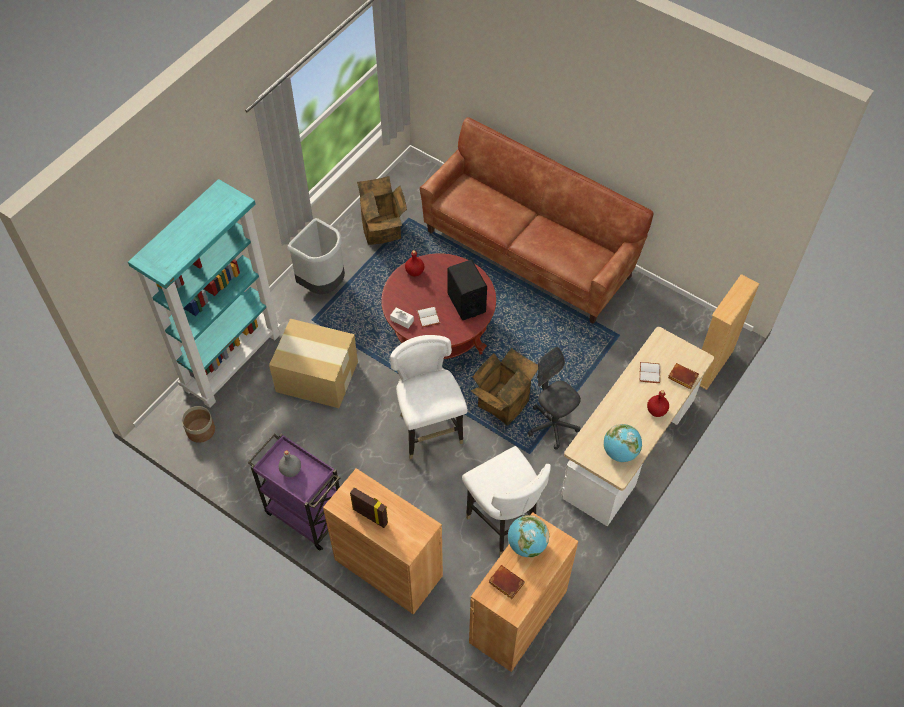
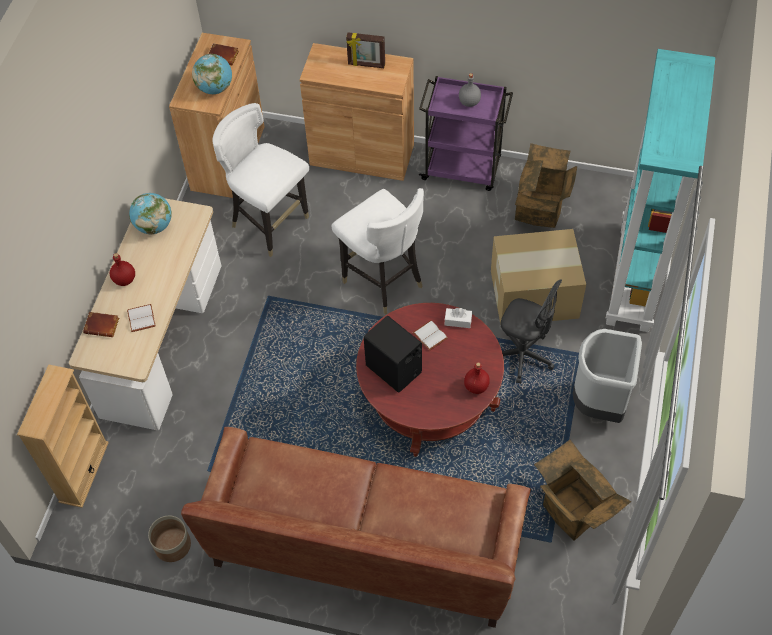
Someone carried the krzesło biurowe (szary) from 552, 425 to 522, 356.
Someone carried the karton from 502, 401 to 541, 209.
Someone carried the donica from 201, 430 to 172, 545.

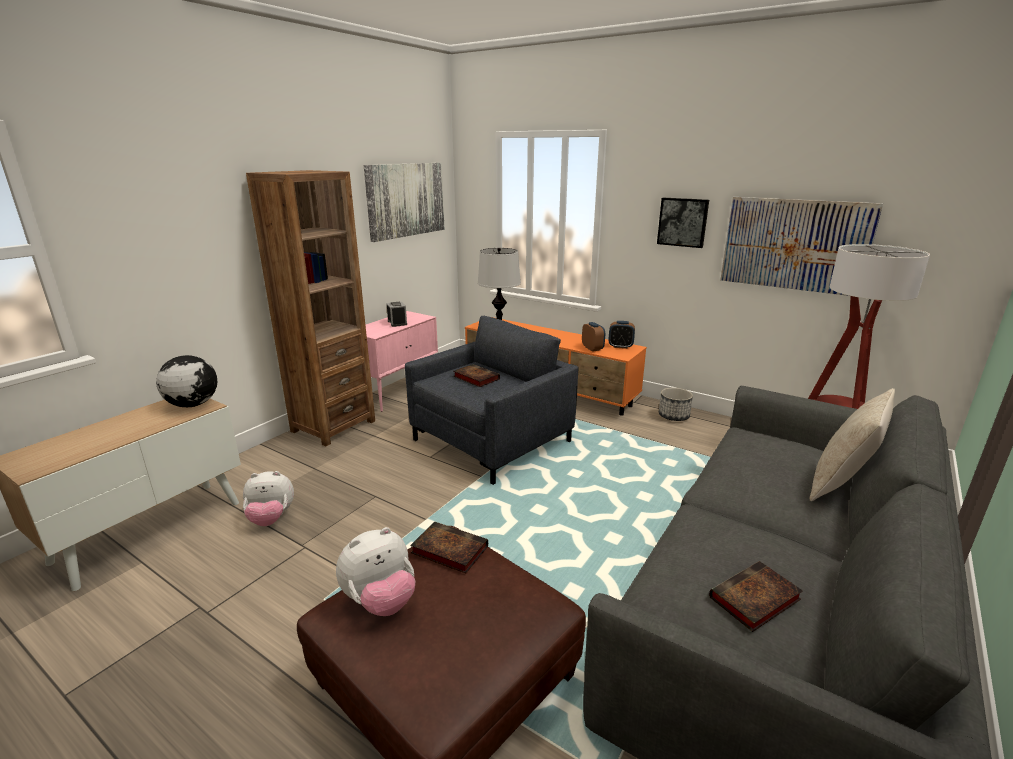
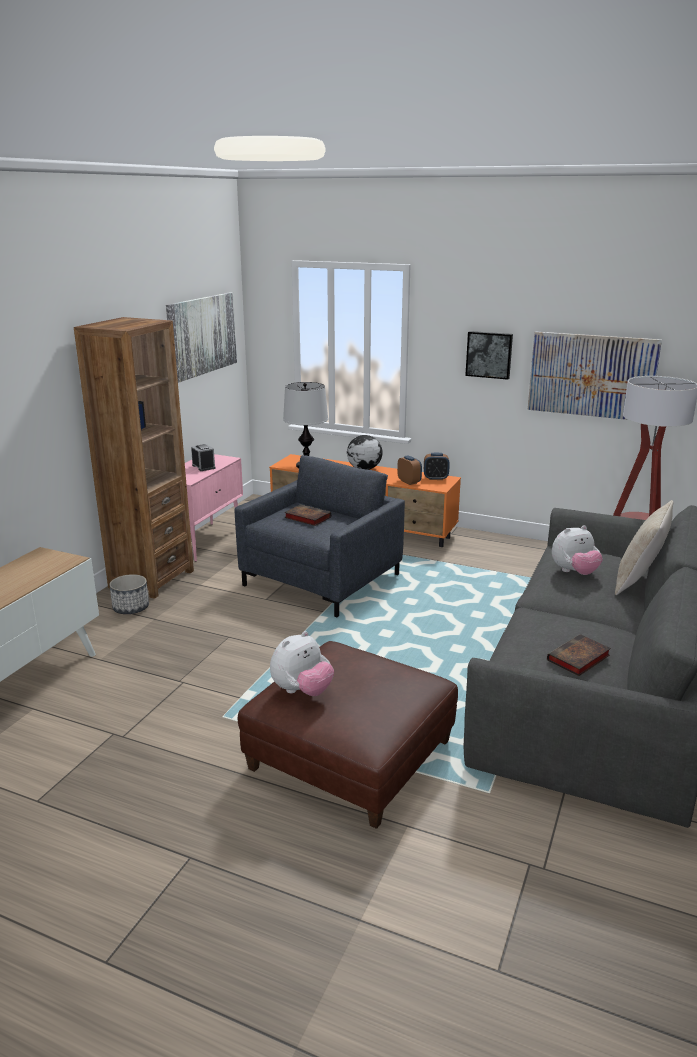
Someone carried the globus from 192, 404 to 364, 469.
Someone carried the donica from 673, 416 to 131, 608.
Someone carried the pluszak from 271, 519 to 574, 572.
Someone took away the książka at 447, 550.

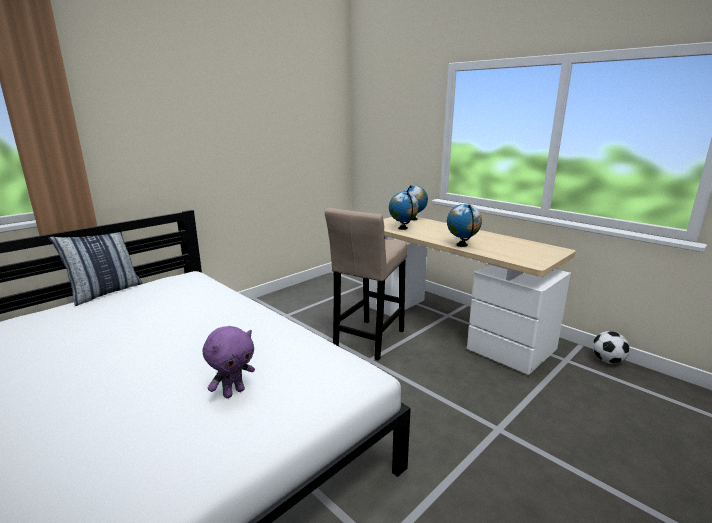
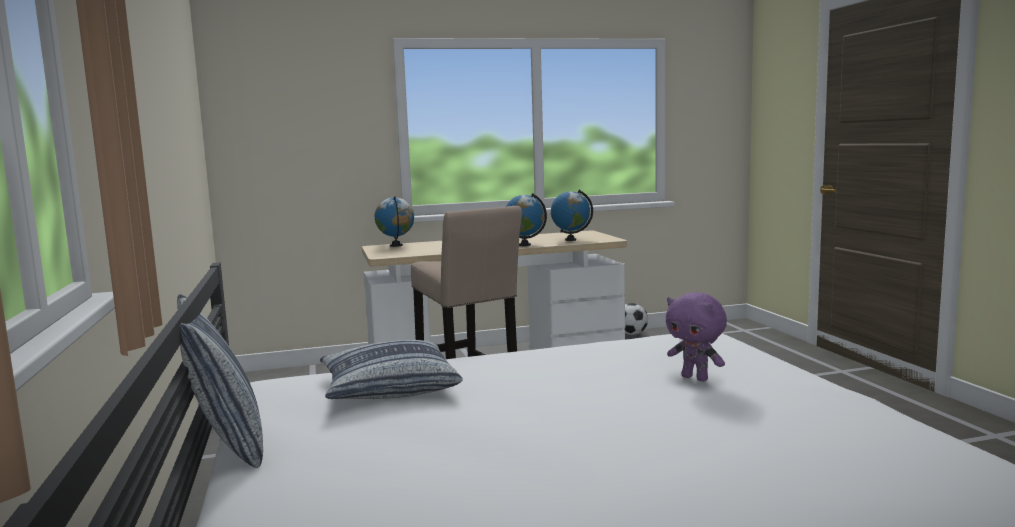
Someone carried the globus from 403, 228 to 570, 240.
Someone rotated the pluszak (fioletowy) at 233, 392 by 150 degrees clockwise.
Someone put down the poduszka at 388, 387.

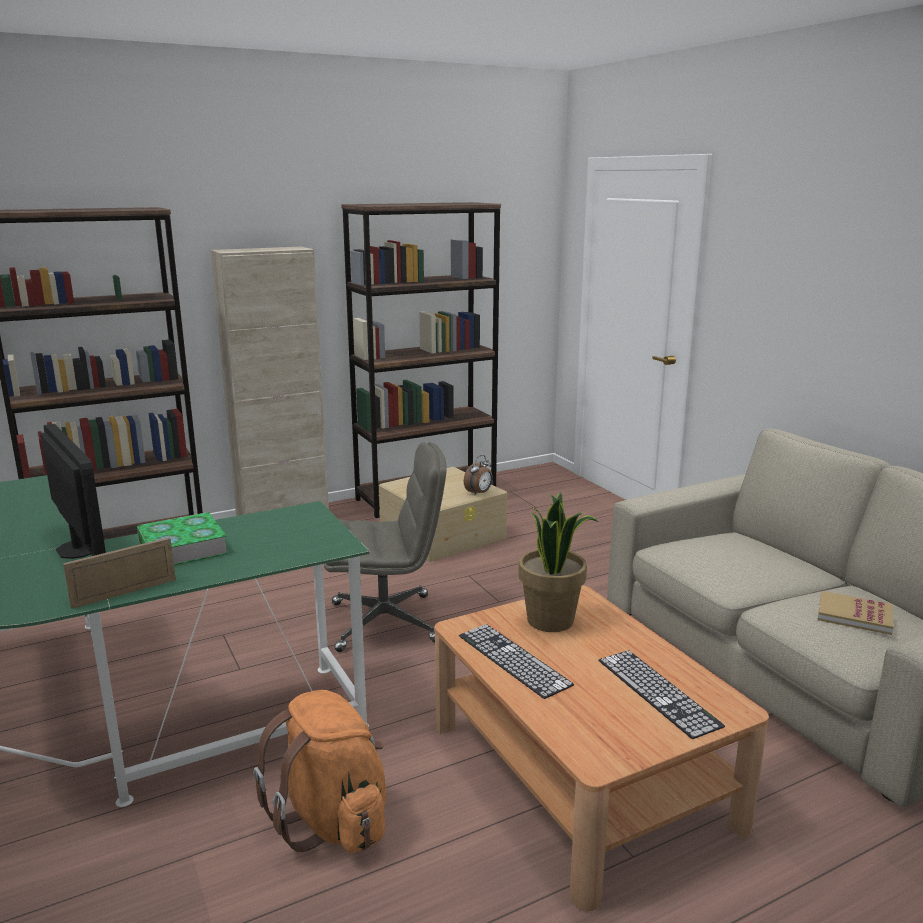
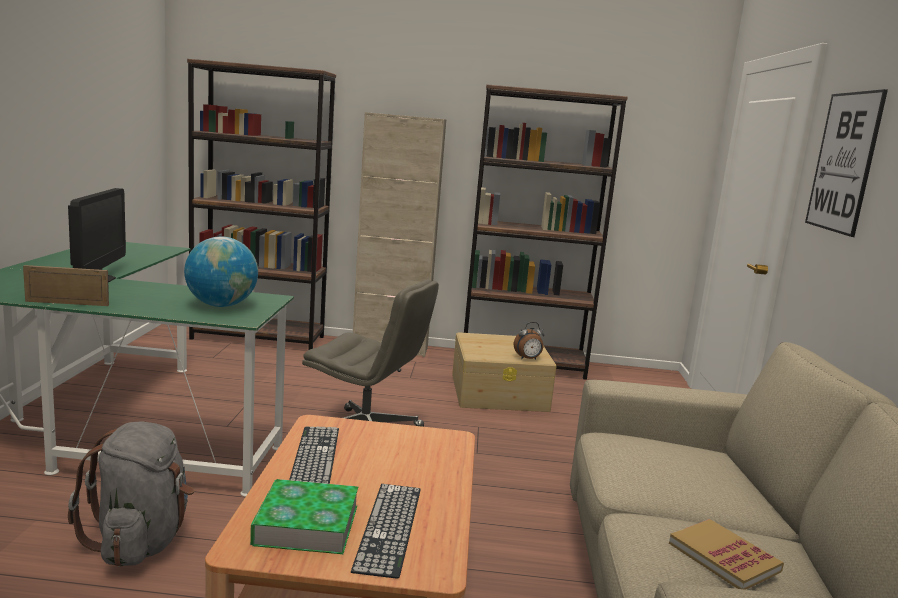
Someone took away the roślina doniczkowa at 551, 620.
Someone carried the książka from 182, 548 to 306, 525.
Someone repainted the plecak (pomarańczowy) at 332, 820, which became the plecak (szary) at 140, 541.
Someone put up the obraz at 844, 162.
Someone put down the globus at 221, 305.

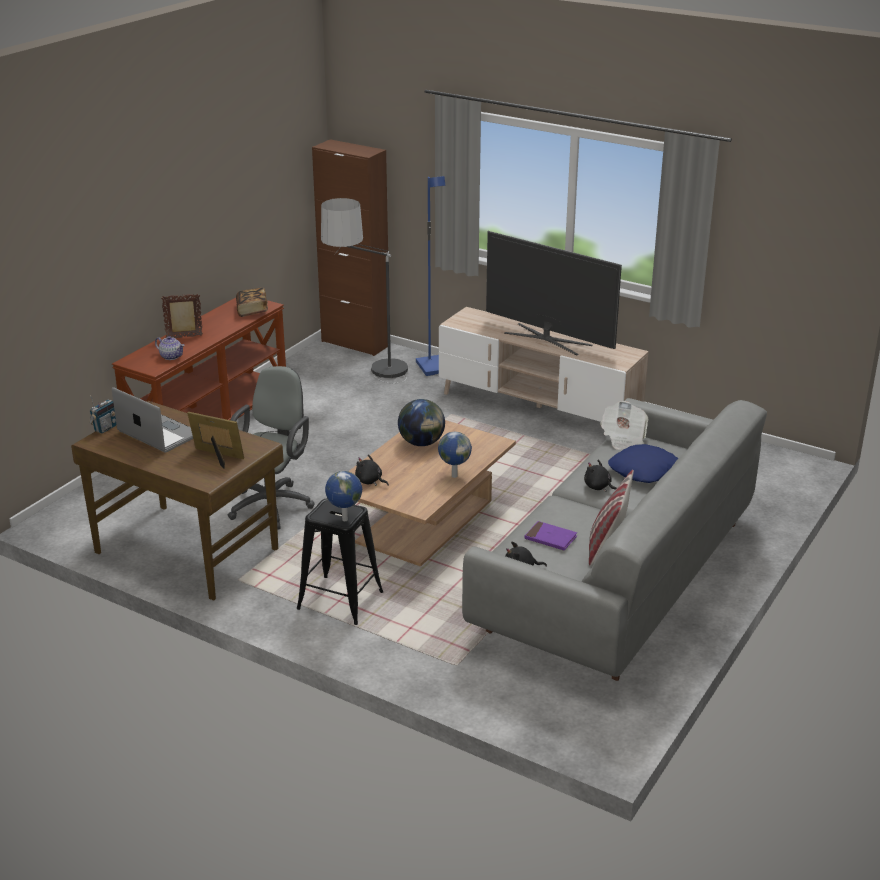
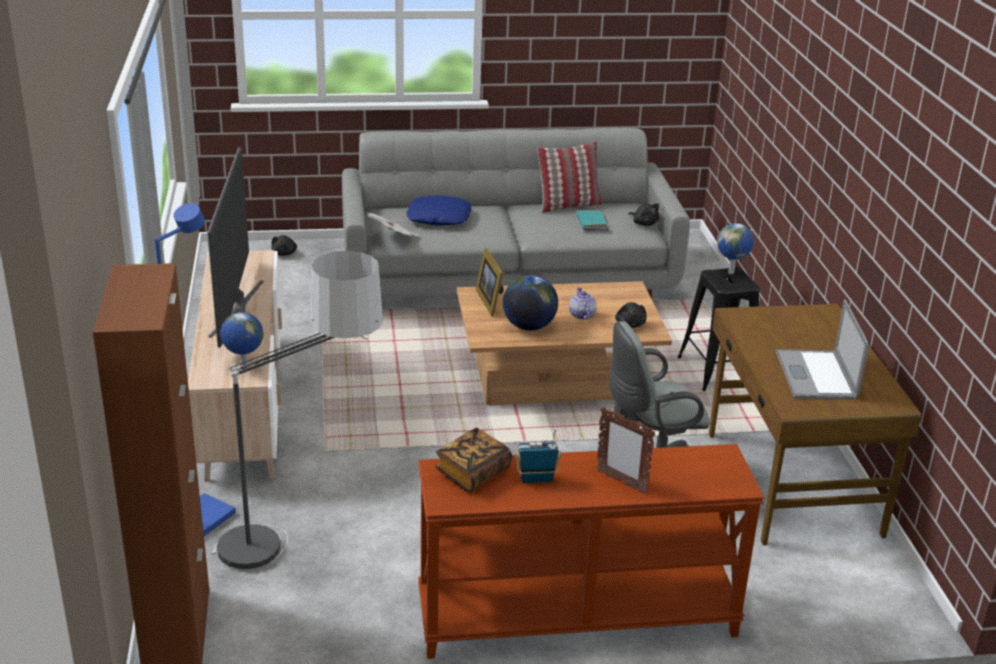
Someone carried the imbryk from 171, 356 to 581, 315.
Someone carried the radio from 105, 428 to 536, 479.
Someone carried the ramka na zdjęcie from 217, 457 to 491, 301.
Someone carried the globus from 454, 476 to 244, 368.
Someone carried the pluszak (czarny) from 598, 487 to 284, 253.
Someone repainted the książka (fioletowy) at 550, 538, which became the książka (turkusowy) at 592, 223.

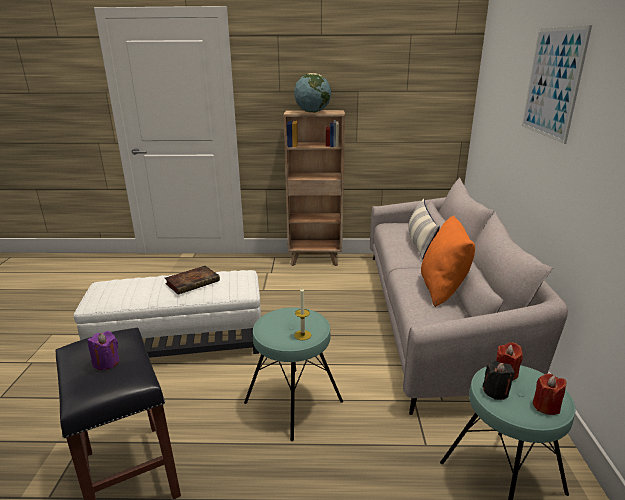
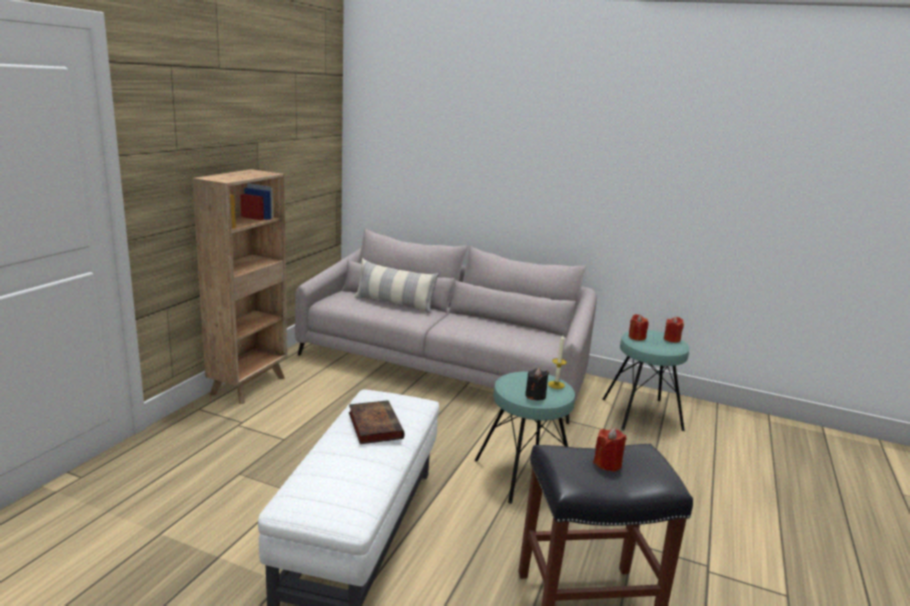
Someone took away the obraz at 552, 83.
Someone took away the globus at 312, 112.
Someone took away the poduszka (pomarańczowy) at 442, 289.
Someone repainted the świeca (fioletowy) at 106, 362, which became the świeca (czerwony) at 607, 464.
Someone carried the świeca (czarny) from 495, 391 to 535, 396.

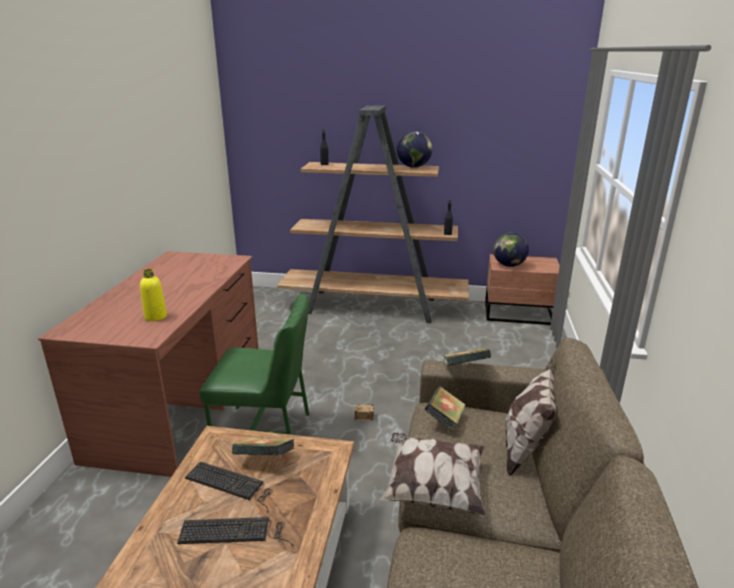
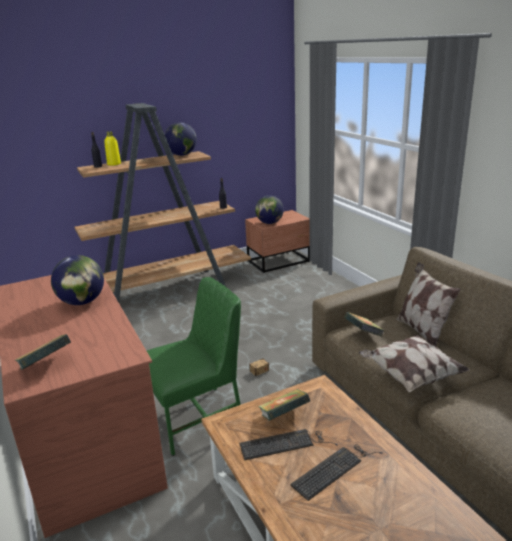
Someone carried the butelka (żółty) from 155, 316 to 114, 164.
Someone carried the książka from 465, 369 to 46, 365.
Someone put down the globus at 82, 302.

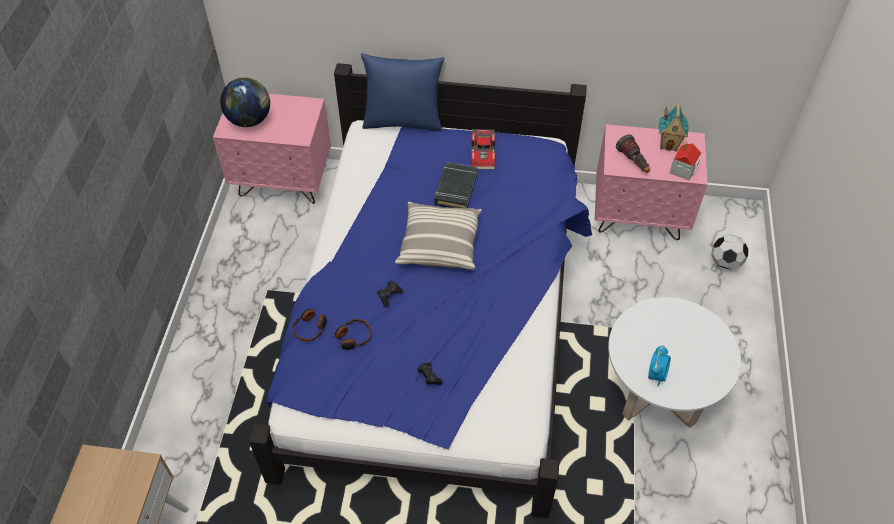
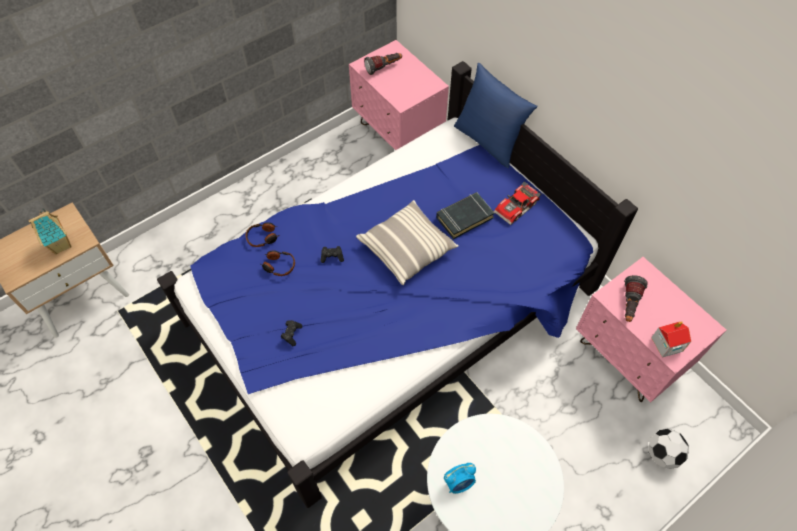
Someone swapped the globus at 250, 120 for the latarka at 384, 68.
Someone carried the domek from 668, 144 to 61, 245.

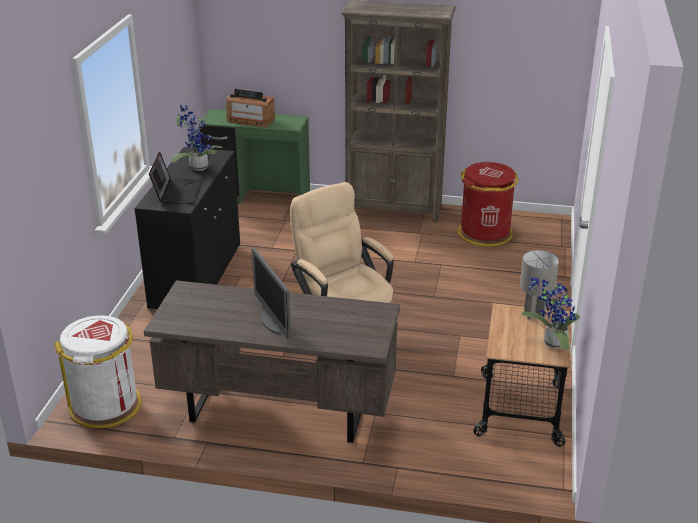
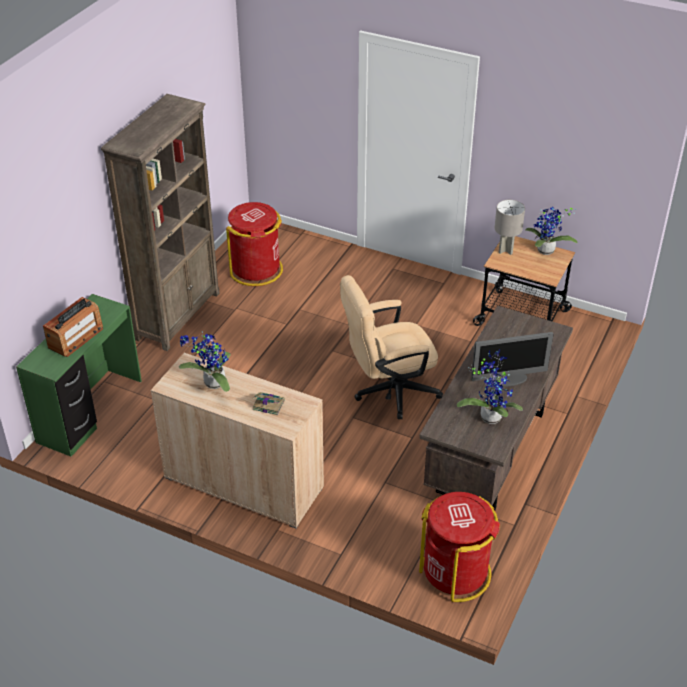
Someone repainted the szafka (czarny) at 196, 276, which became the szafka (beżowy) at 243, 483.
Someone swapped the laptop at 177, 192 for the książka at 268, 405.
Someone repainted the kosz na śmieci (biały) at 106, 405, which became the kosz na śmieci (czerwony) at 456, 572.
Someone put down the roślina doniczkowa at 490, 415.

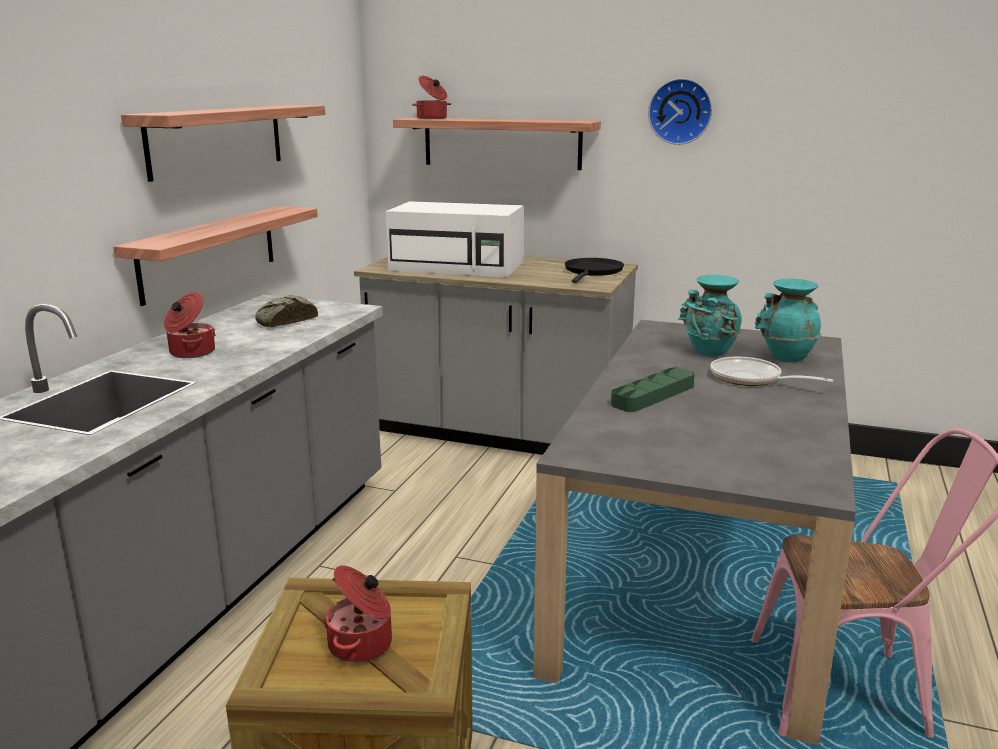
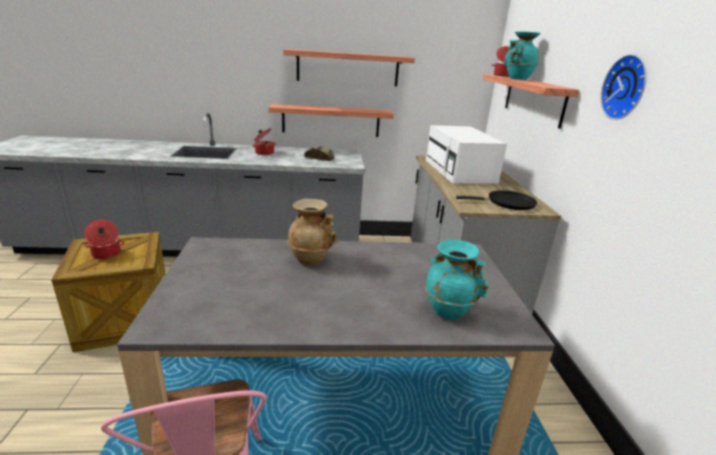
Someone carried the wazon (turkusowy) from 709, 353 to 516, 79.
Someone took away the patelnia at 751, 379.
Someone swapped the taca (zielony) at 653, 395 for the wazon (beżowy) at 311, 259.

